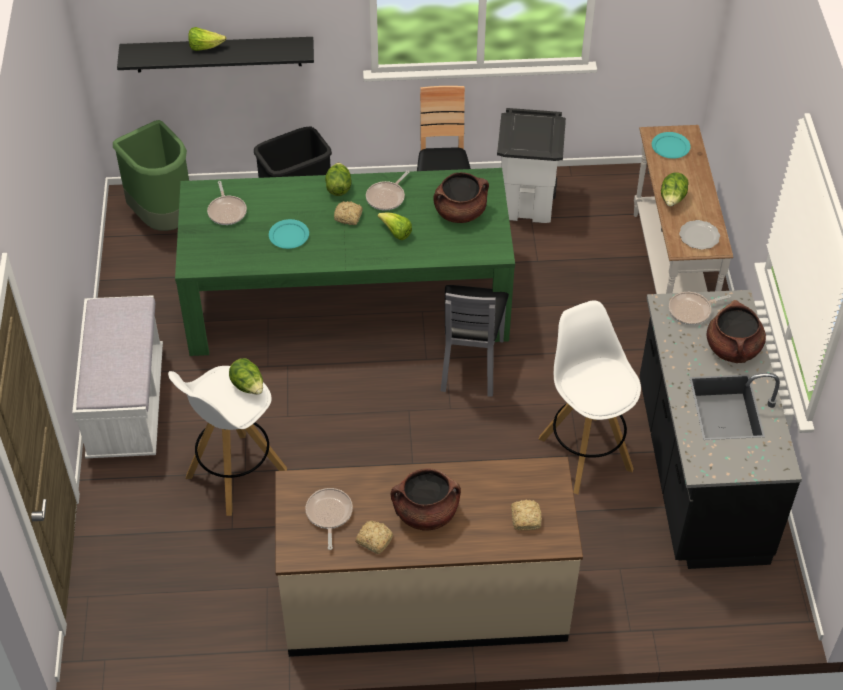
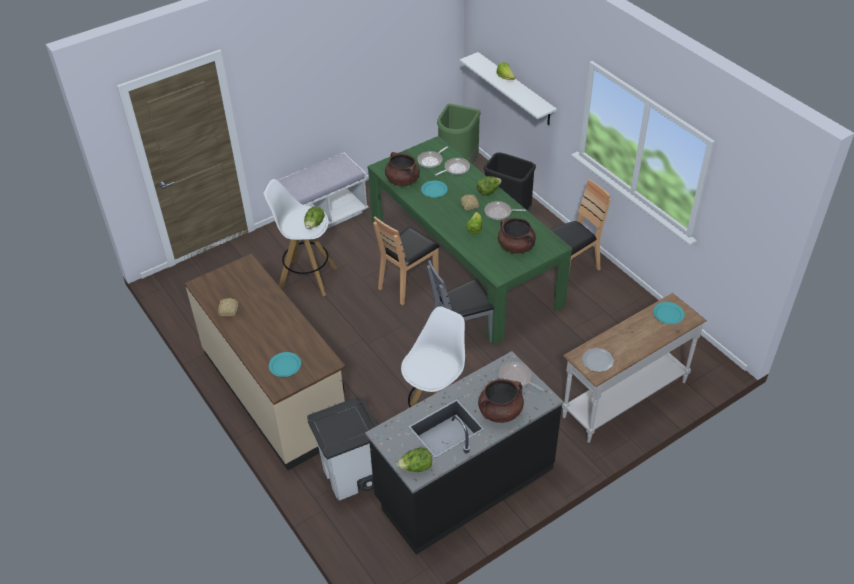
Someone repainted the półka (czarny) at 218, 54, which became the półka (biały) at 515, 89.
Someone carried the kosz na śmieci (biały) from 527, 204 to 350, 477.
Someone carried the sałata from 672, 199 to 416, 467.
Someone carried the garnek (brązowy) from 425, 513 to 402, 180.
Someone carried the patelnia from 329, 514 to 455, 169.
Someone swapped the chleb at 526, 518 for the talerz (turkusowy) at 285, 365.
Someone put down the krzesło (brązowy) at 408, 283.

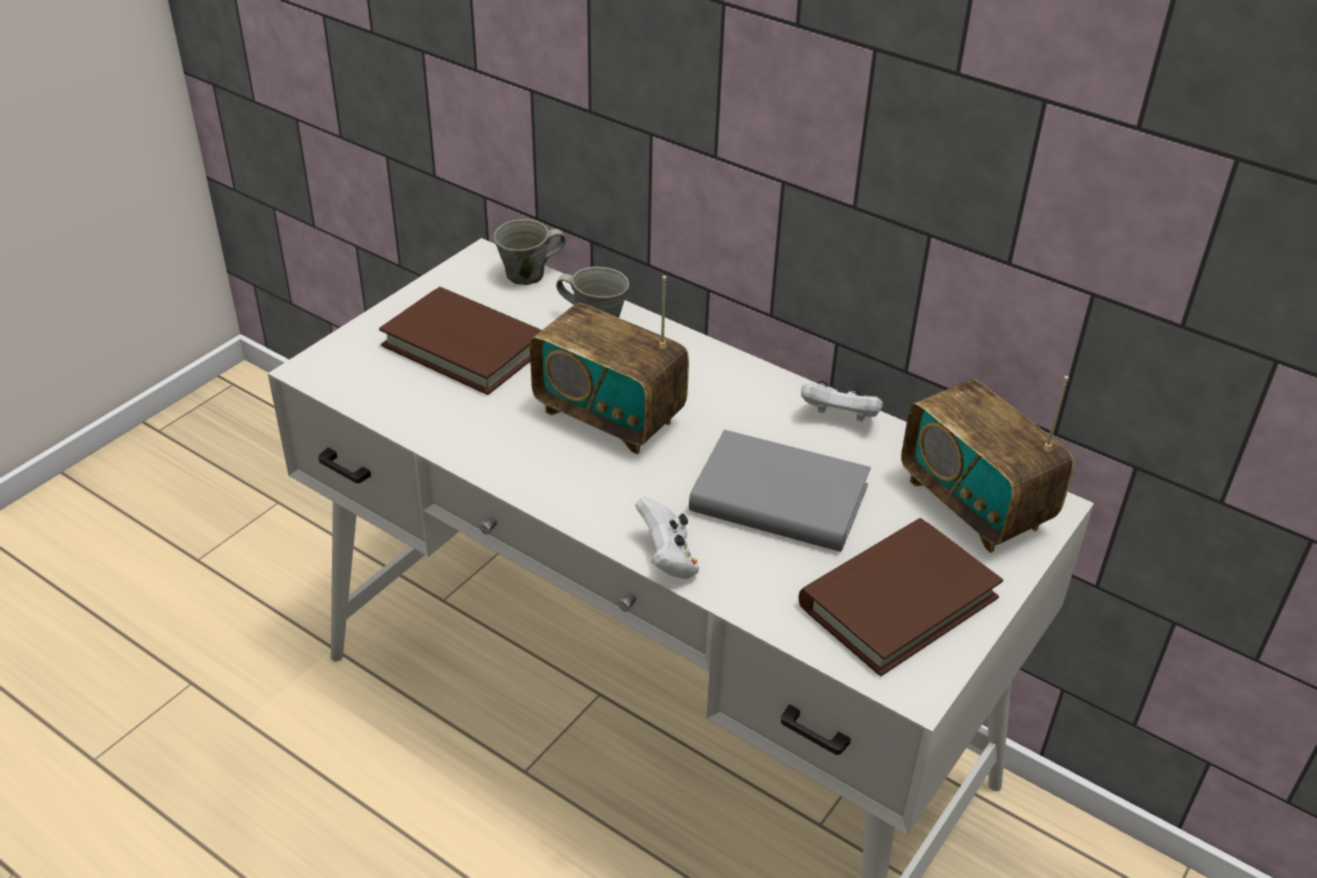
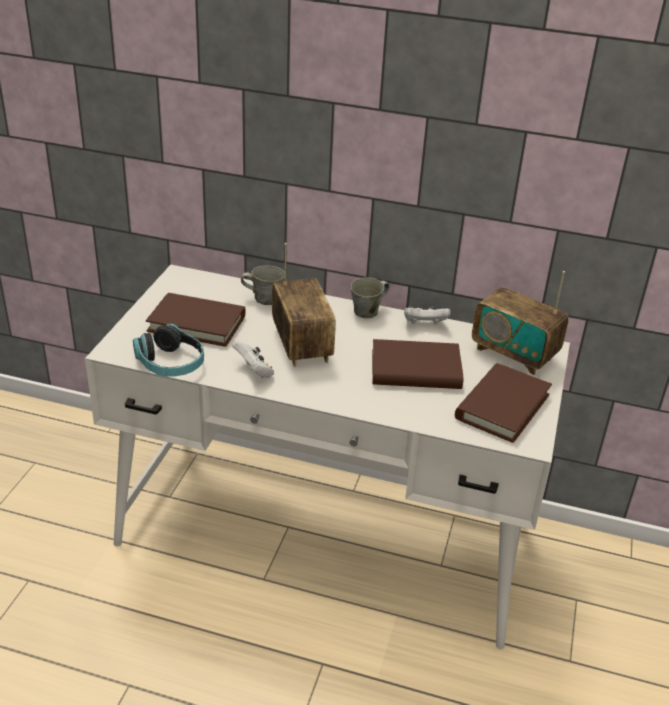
Someone carried the kubek (szary) from 528, 275 to 367, 311.
Someone rotated the radio at 609, 416 by 120 degrees counterclockwise.
Someone repainted the książka (szary) at 779, 499, which became the książka (brązowy) at 415, 370.
Someone carried the pad do gier (biały) from 667, 559 to 254, 371.
Someone put down the słuchawki at 170, 363.

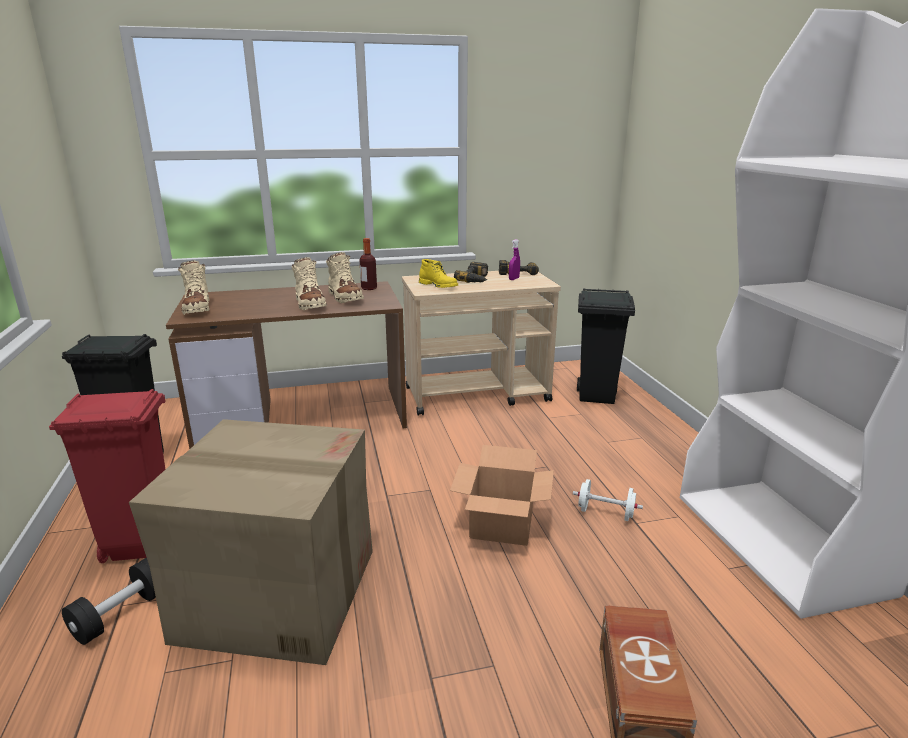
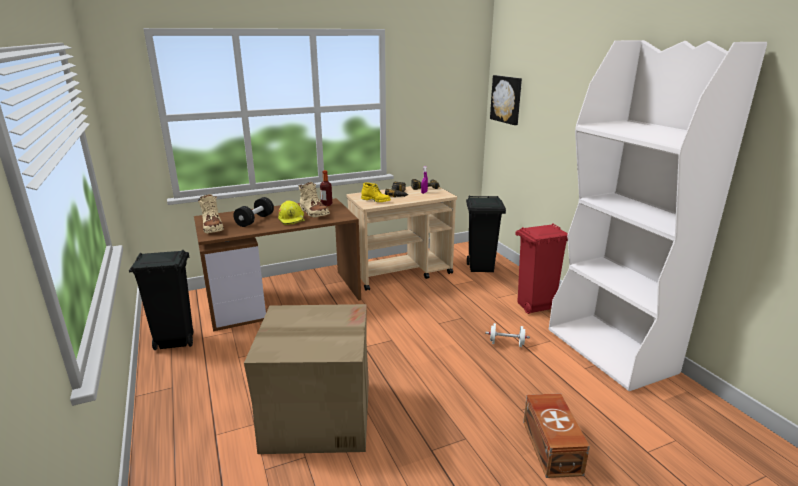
Someone swapped the but z cholewką (beżowy) at 310, 304 for the kask (żółty) at 292, 219.
Someone carried the kosz na śmieci (czerwony) from 140, 547 to 534, 307.
Someone took away the karton at 502, 525.
Someone carried the hantel (czarny) from 121, 614 to 255, 220.
Someone put up the obraz at 507, 99.

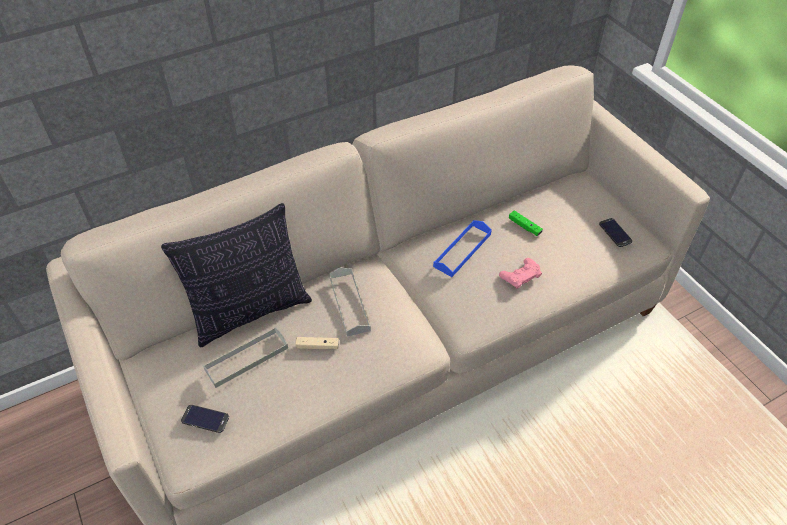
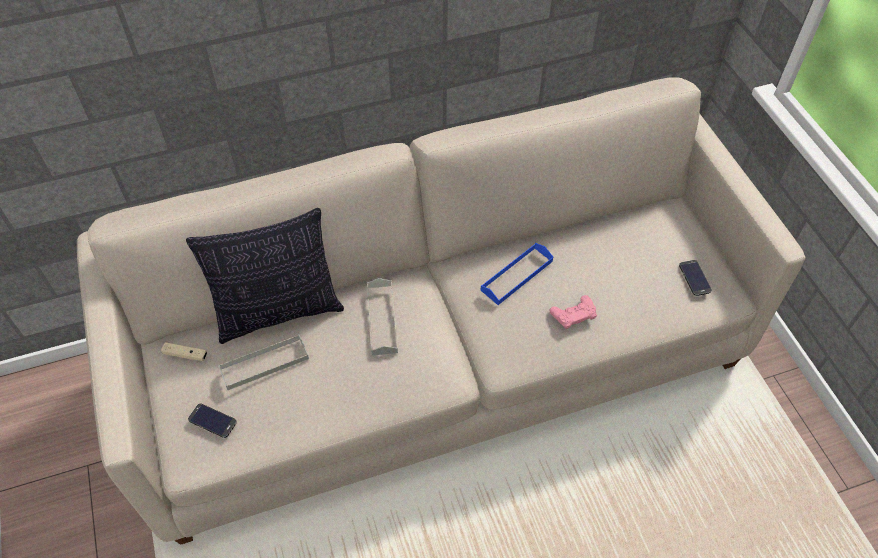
Someone took away the pad do gier (zielony) at 524, 226.
Someone carried the pad do gier (beżowy) from 317, 346 to 185, 355.

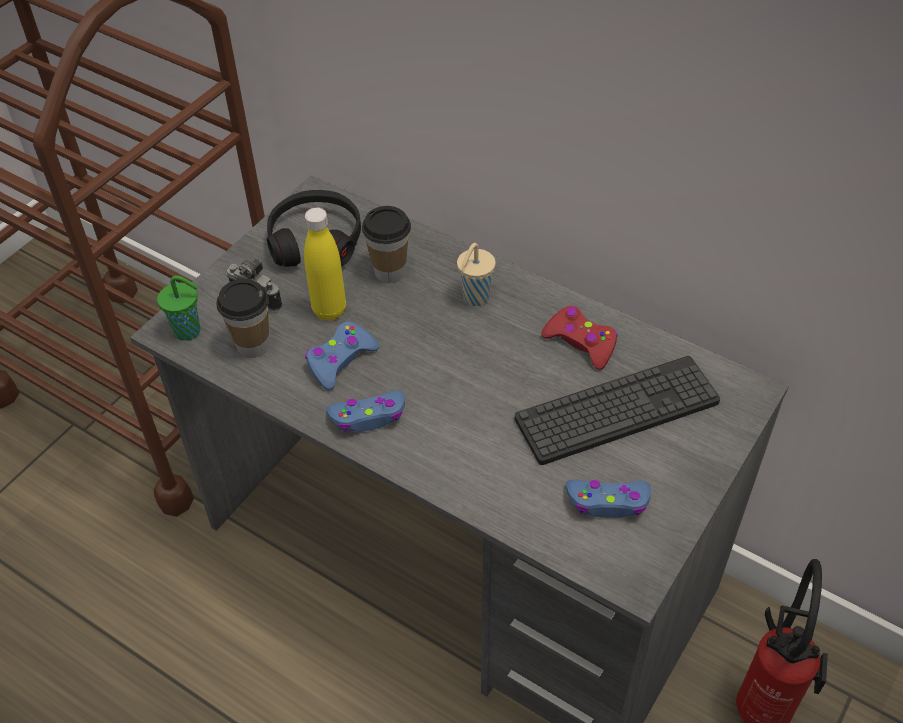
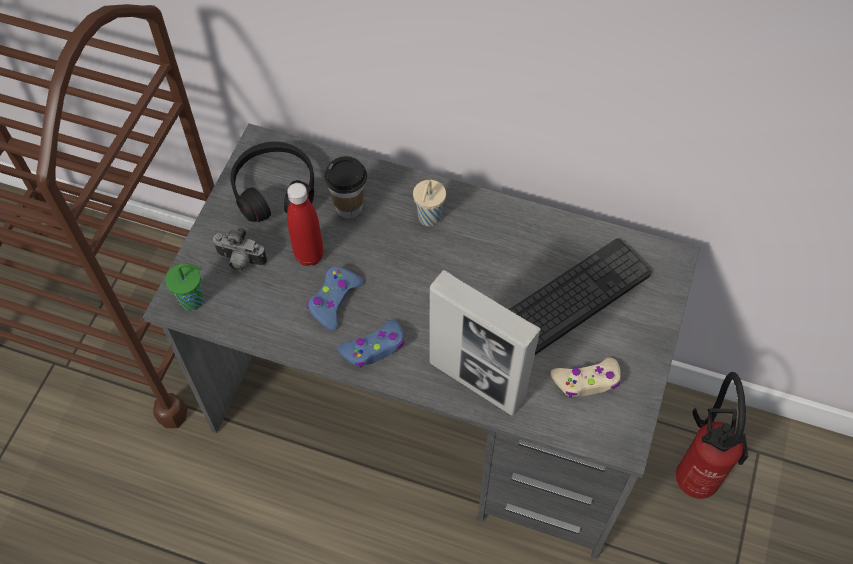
Someone repainted the butelka (żółty) at 329, 310, which became the butelka (czerwony) at 309, 255.
Someone took away the filiżanka at 253, 346.
Someone took away the pad do gier (czerwony) at 581, 342.
Someone repainted the pad do gier (niebieski) at 608, 502, which became the pad do gier (beżowy) at 587, 381.
Someone put down the ramka na zdjęcie at 477, 381.

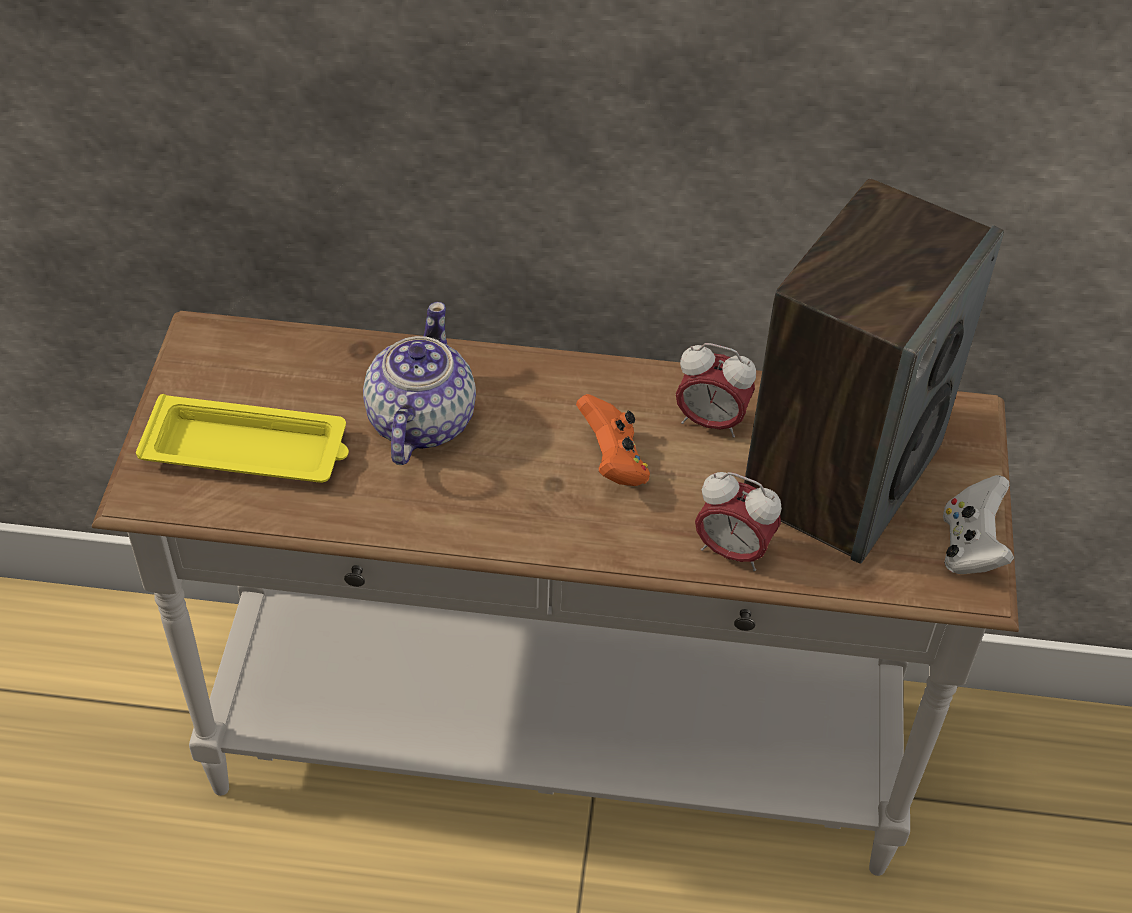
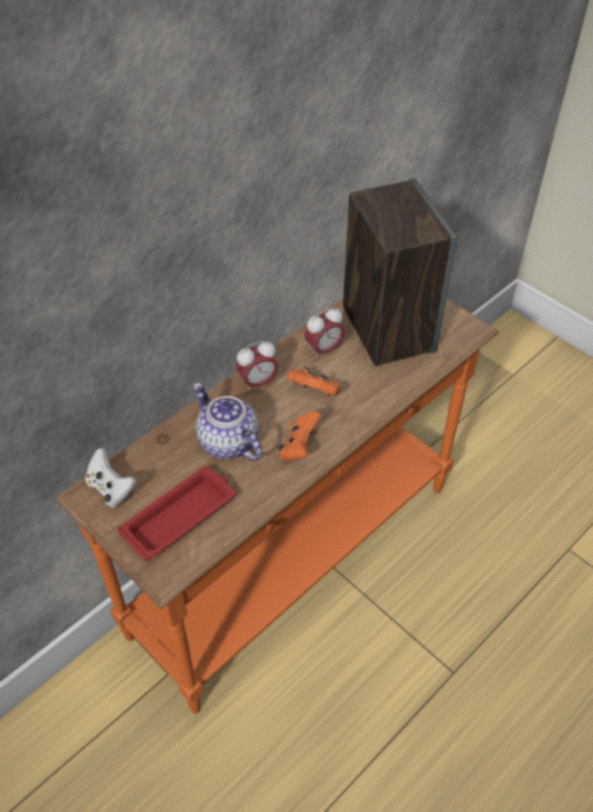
Someone repainted the stolik konsolowy (biały) at 556, 753, which became the stolik konsolowy (pomarańczowy) at 296, 561.
Someone repainted the taca (żółty) at 249, 450, which became the taca (czerwony) at 181, 515.
Someone carried the budzik from 732, 551 to 258, 383.
Someone carried the pad do gier (biały) from 970, 547 to 111, 489.
Someone put down the pad do gier (pomarańczowy) at 298, 447.

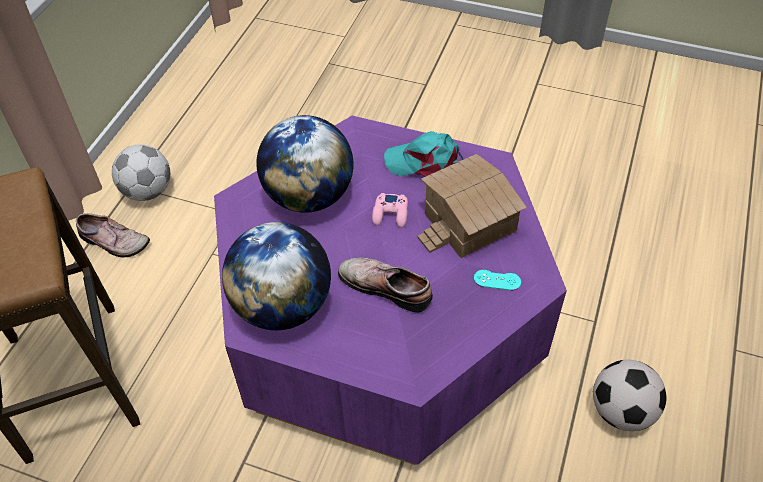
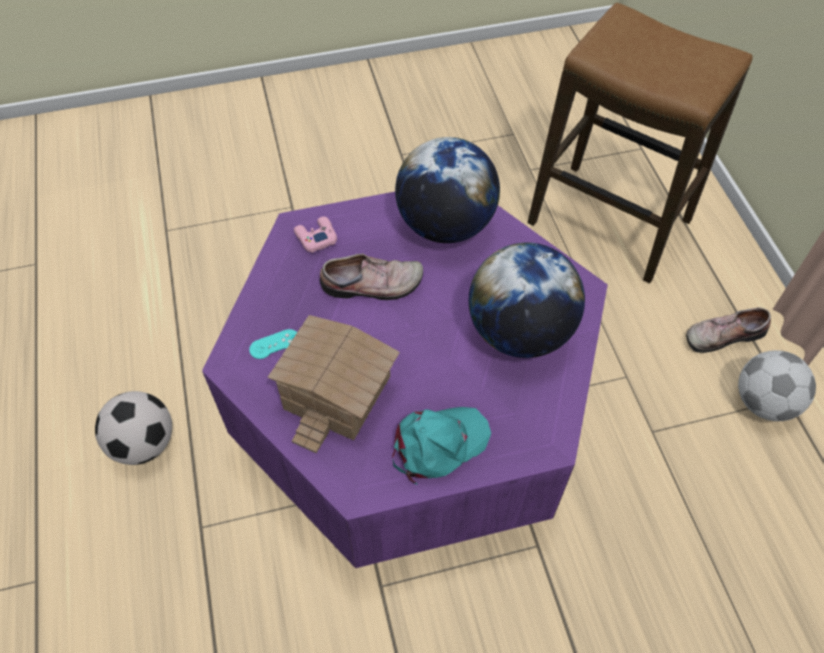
Someone carried the pad do gier (różowy) from 391, 214 to 315, 237.

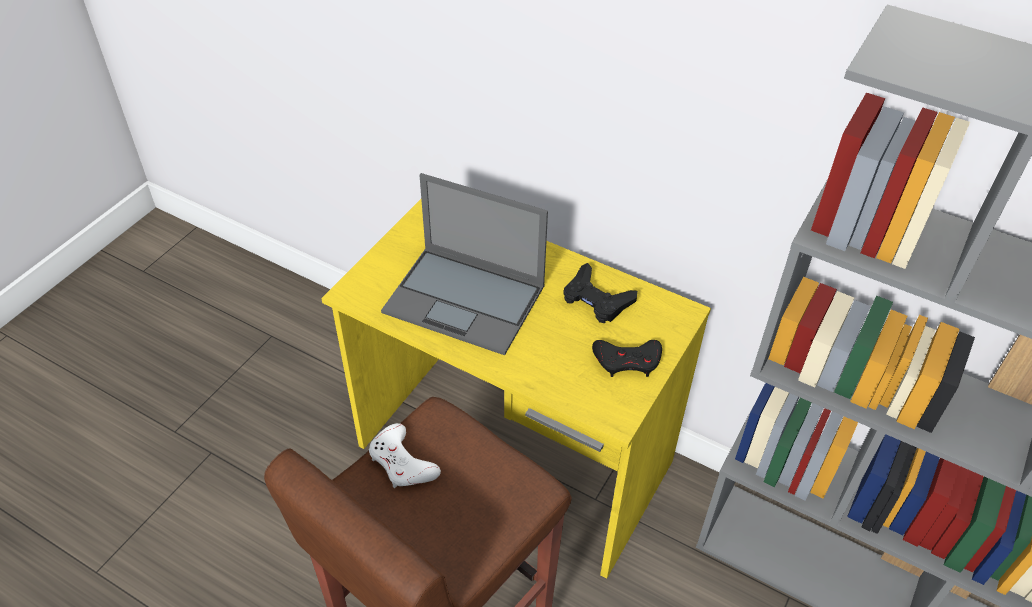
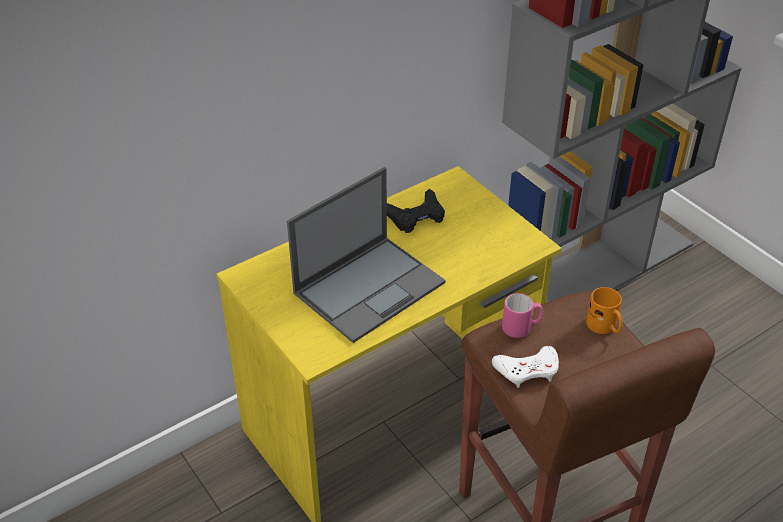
Someone took away the pad do gier (czarny) at 627, 361.
Someone put down the kubek (pomarańczowy) at 605, 327.
Someone put down the kubek (różowy) at 521, 328.

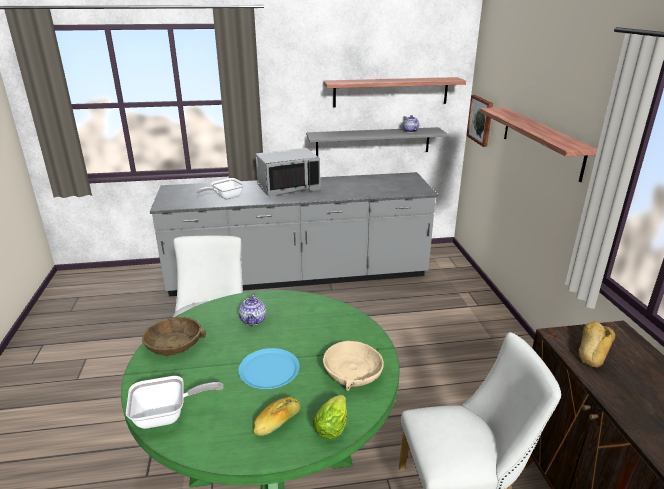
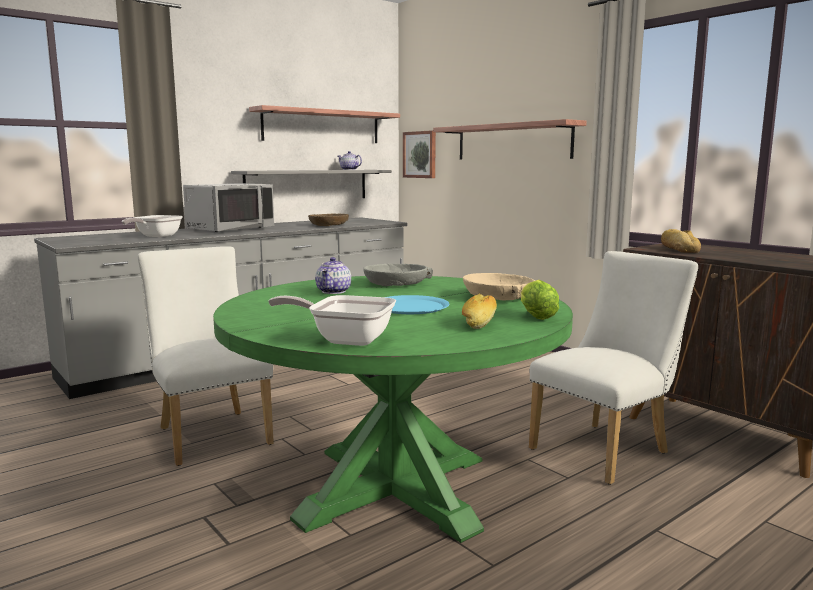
Someone rotated the imbryk at 253, 320 by 45 degrees clockwise.
Someone carried the miska (brązowy) from 174, 343 to 328, 225.
Someone rotated the patelnia at 167, 415 by 120 degrees counterclockwise.
Someone put down the miska (szary) at 396, 283.

